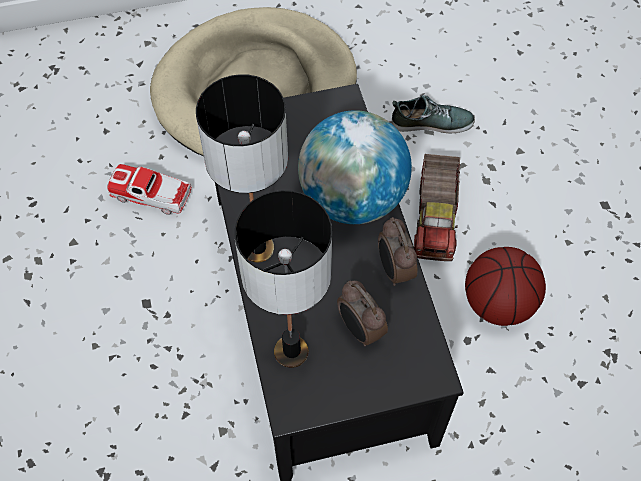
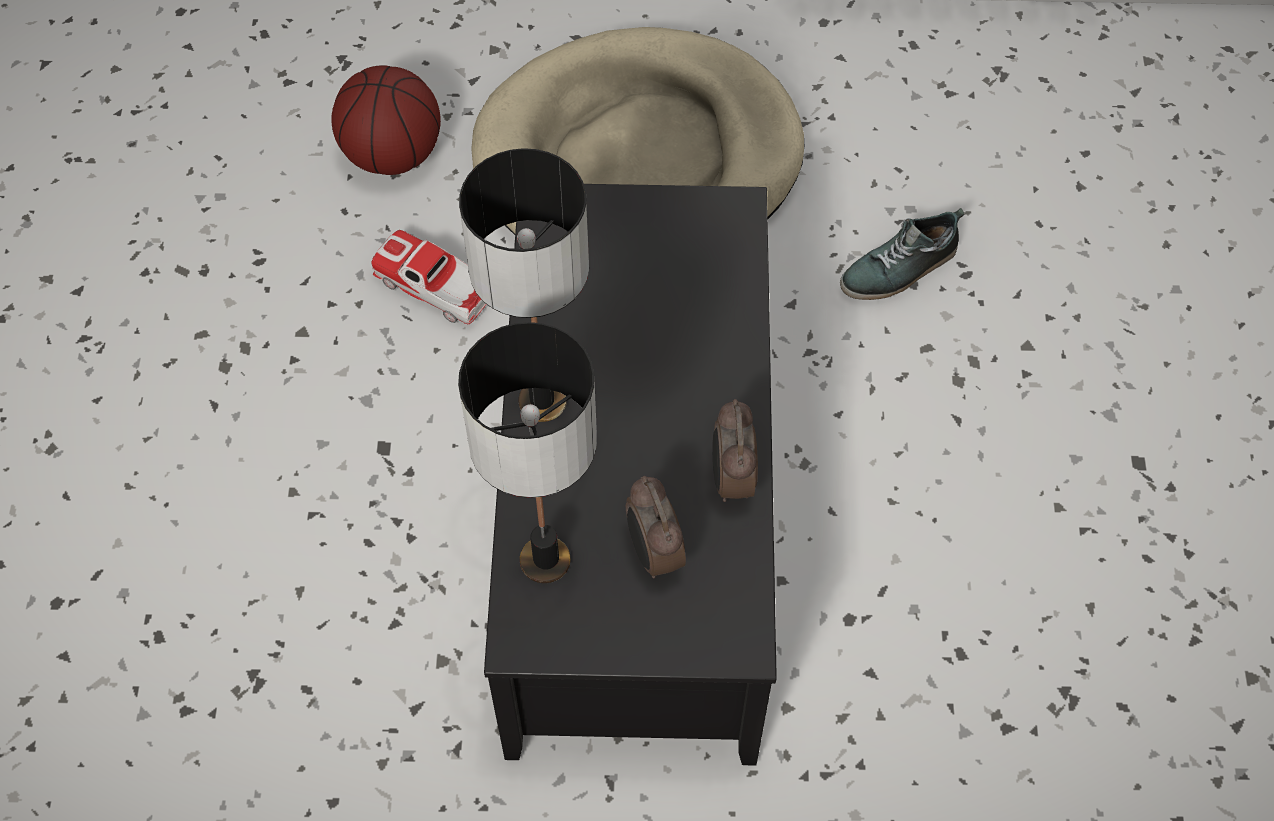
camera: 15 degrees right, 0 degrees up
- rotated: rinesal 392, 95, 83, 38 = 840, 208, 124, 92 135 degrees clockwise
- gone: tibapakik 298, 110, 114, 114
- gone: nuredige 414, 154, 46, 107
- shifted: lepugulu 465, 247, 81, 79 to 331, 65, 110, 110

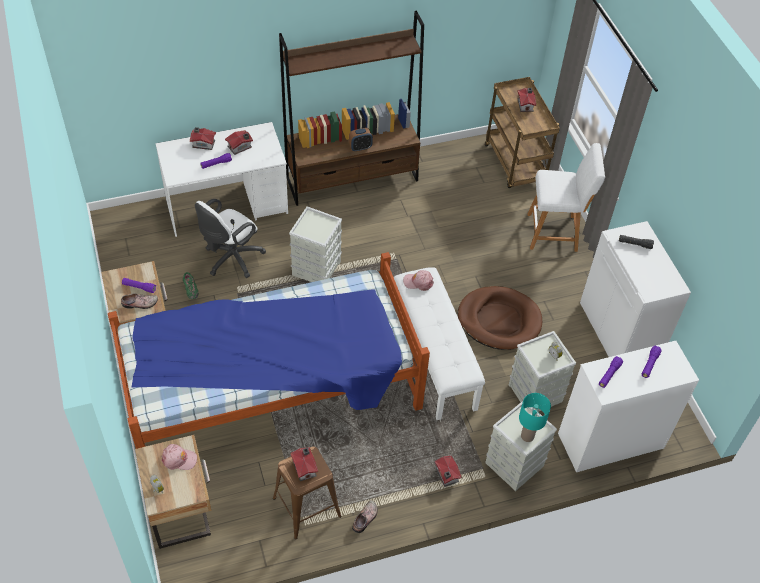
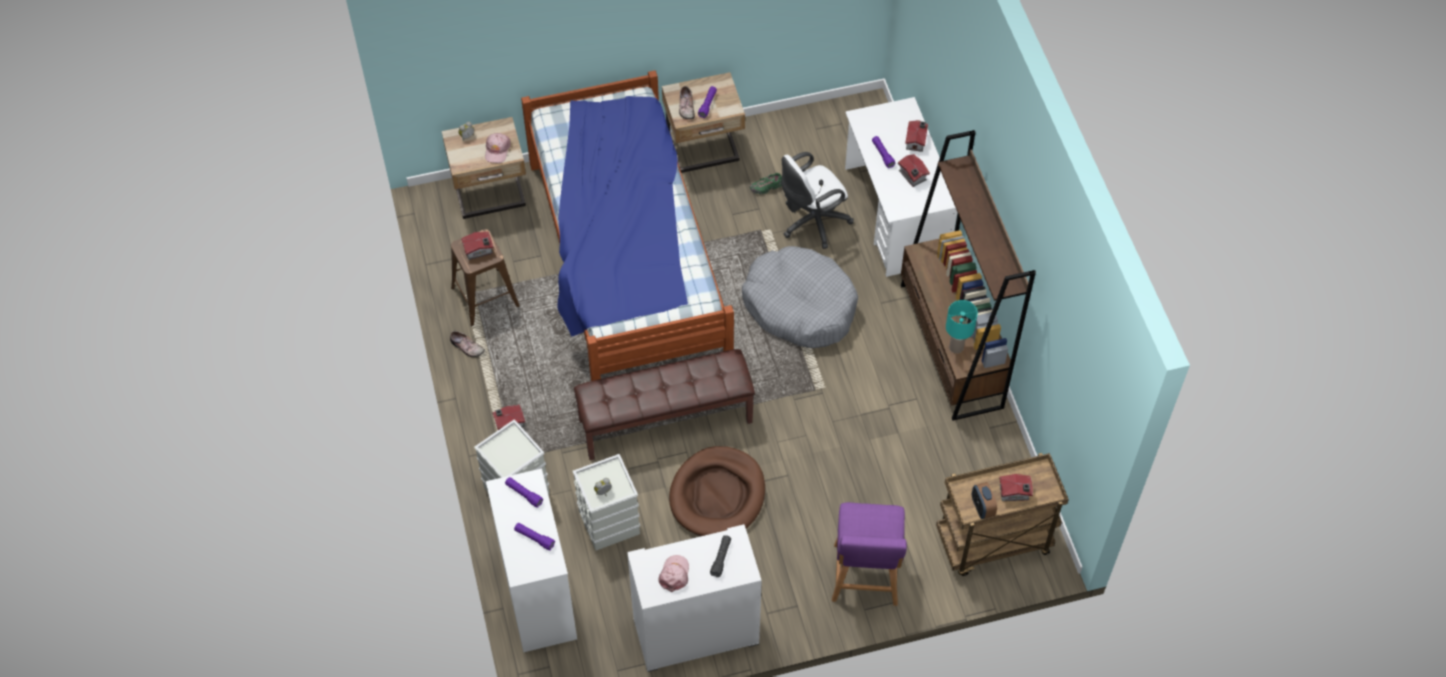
camera: 95 degrees right, 5 degrees up
- shifted: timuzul 349, 128, 24, 24 to 972, 482, 25, 37
- repainted: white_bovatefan 527, 143, 78, 109 to purple_bovatefan 832, 502, 75, 104
- rotated: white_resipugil 195, 199, 71, 79 = 782, 152, 72, 97 75 degrees counterclockwise
- swapped: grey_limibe 289, 206, 53, 76 to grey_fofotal 742, 246, 116, 102
- repainted: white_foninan 394, 267, 91, 153 to brown_foninan 574, 349, 181, 111
- shifted: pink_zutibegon 403, 270, 31, 21 to 658, 555, 31, 37
- shifted: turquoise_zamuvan 519, 393, 32, 49 to 946, 300, 32, 53

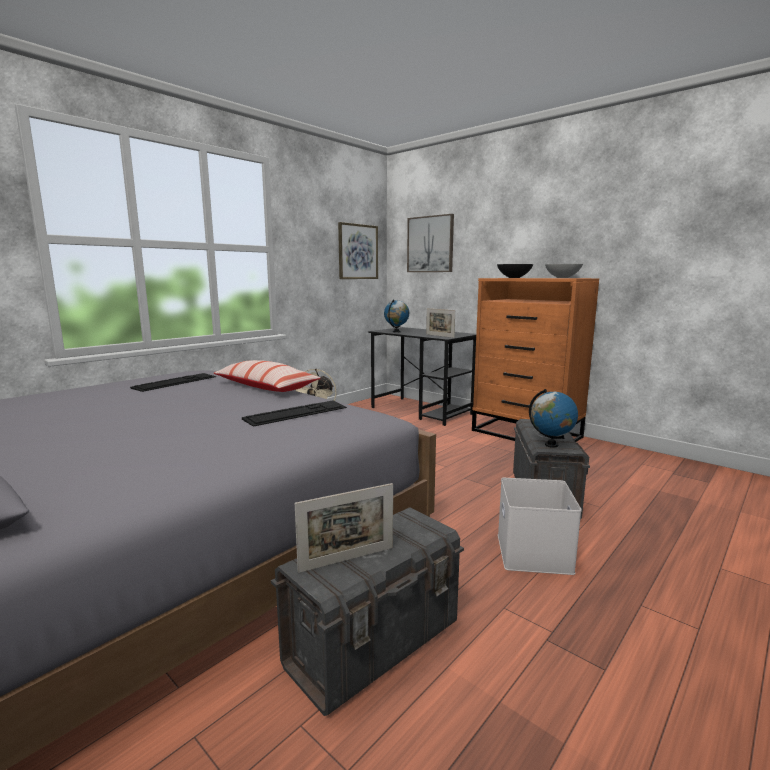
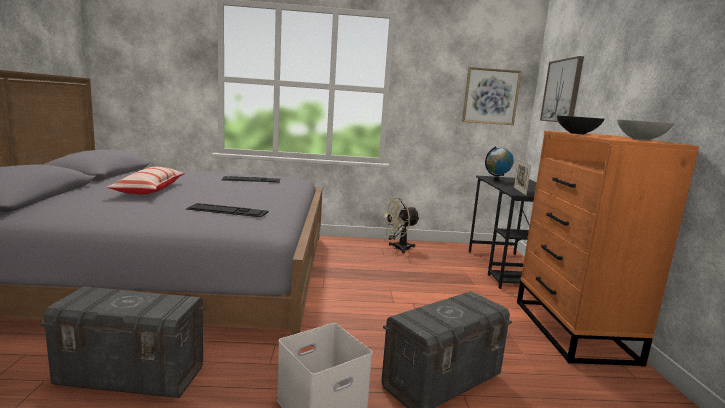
camera: 45 degrees right, 0 degrees up
- shifted: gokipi 214, 360, 107, 32 to 106, 167, 79, 27
- gone: tibapakik 529, 389, 49, 59
- gone: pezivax 295, 483, 98, 90

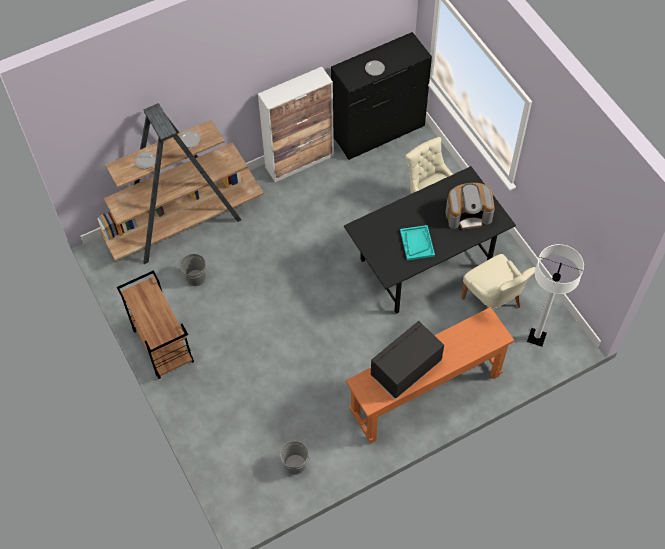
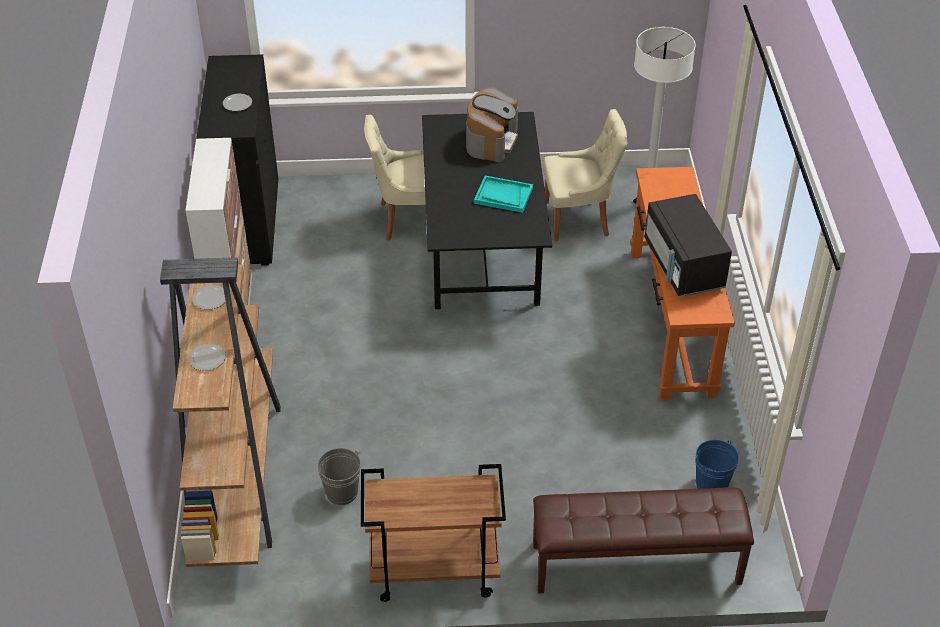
camera: 65 degrees left, 15 degrees down
- repainted: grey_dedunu 278, 441, 32, 34 to blue_dedunu 695, 440, 44, 49
- new: brown_foninan 533, 487, 221, 106

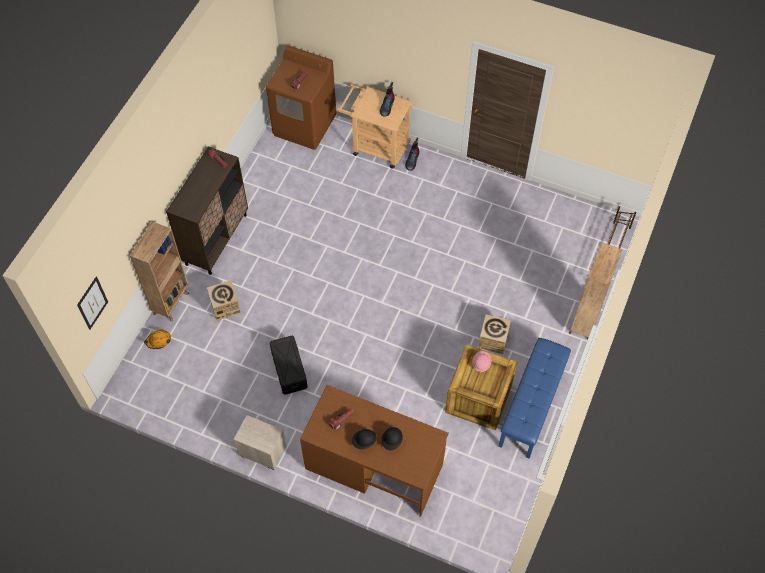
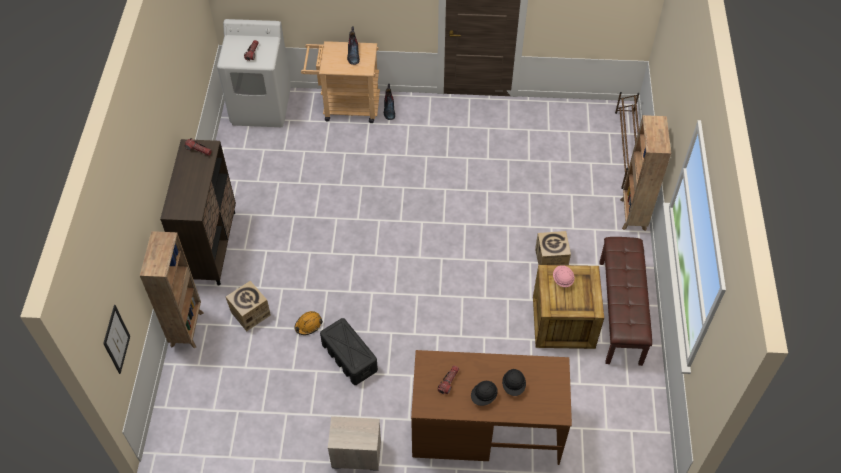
camera: 20 degrees left, 5 degrees down
- repainted: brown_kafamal 266, 45, 70, 105 to white_kafamal 217, 19, 74, 108
- shifted: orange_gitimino 144, 330, 27, 19 to 295, 311, 28, 24
- repainted: blue_foninan 498, 338, 73, 121 to brown_foninan 599, 237, 53, 129

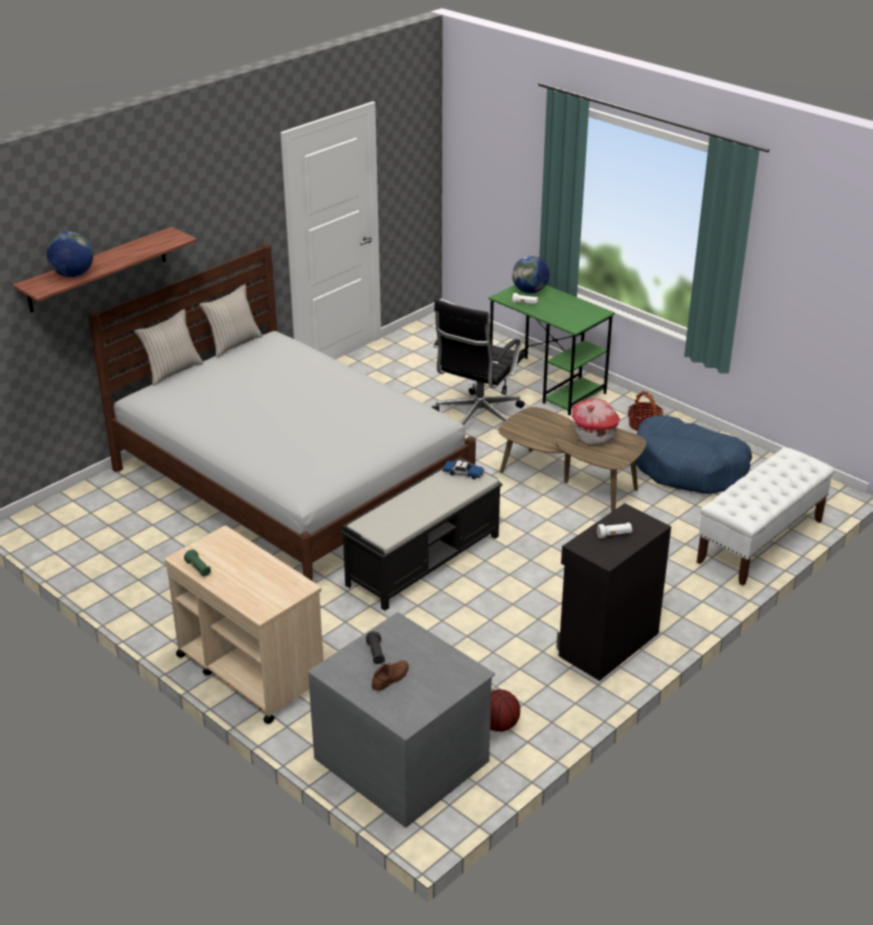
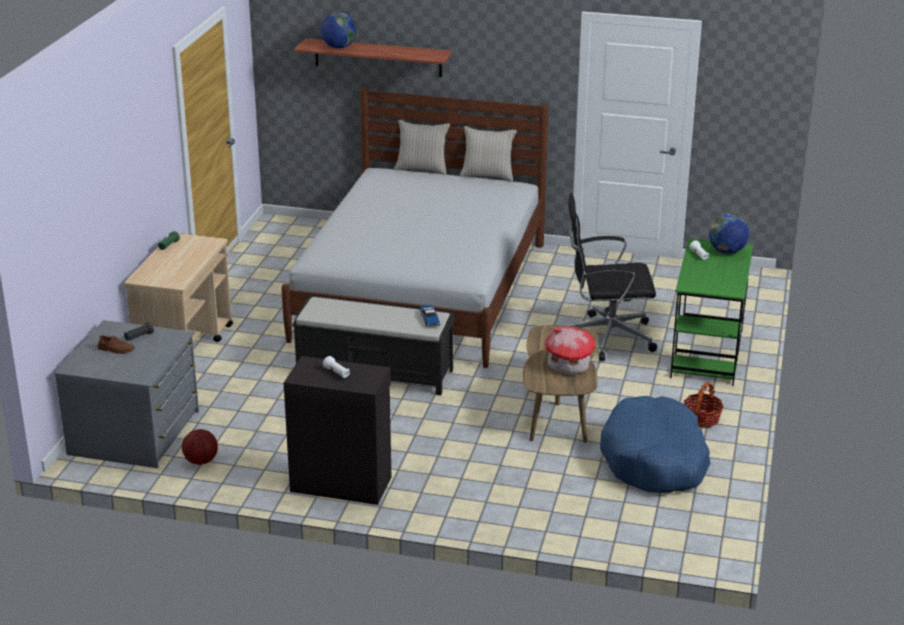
camera: 60 degrees right, 5 degrees down
- gone: white_foninan 697, 447, 138, 139

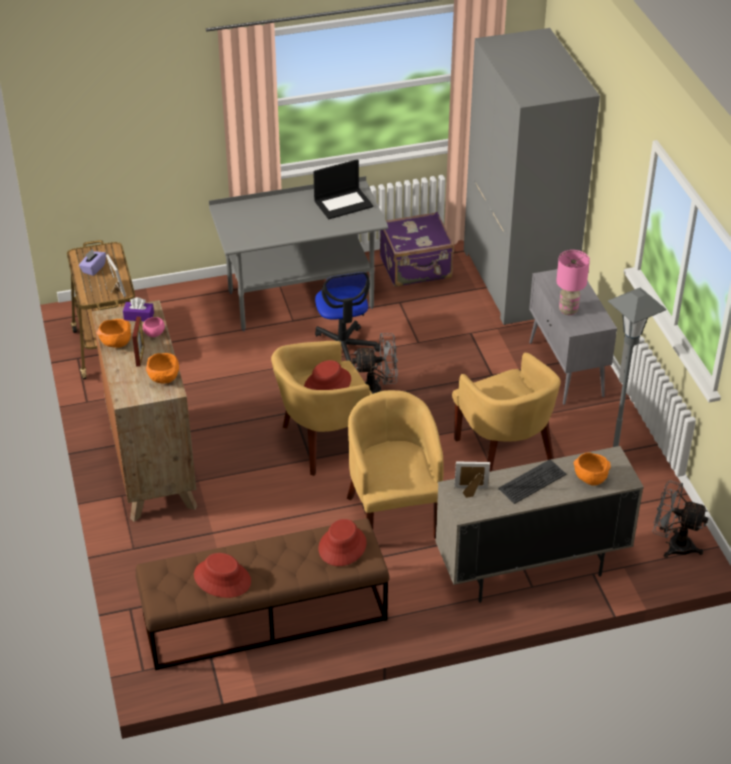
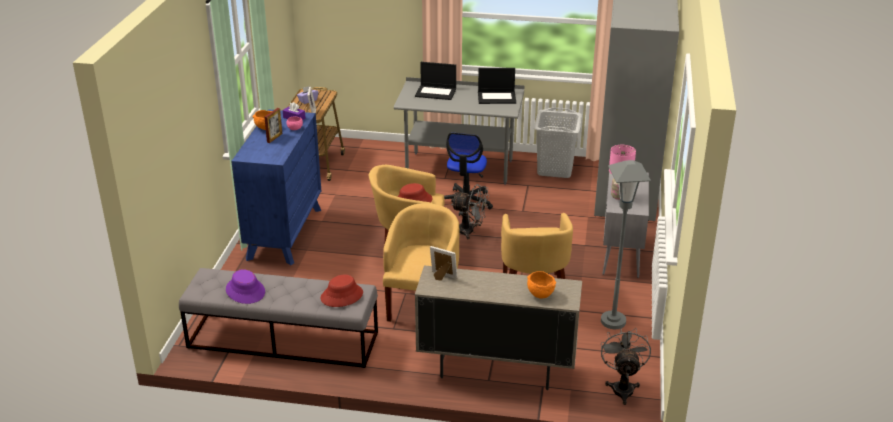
camera: 25 degrees right, 10 degrees down
- swapped: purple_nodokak 380, 212, 74, 75 to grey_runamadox 534, 107, 48, 71
- repainted: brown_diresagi 92, 300, 105, 222 to blue_diresagi 231, 109, 90, 156
- gone: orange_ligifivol 146, 353, 33, 31
- gone: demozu 498, 459, 68, 45
- rotated: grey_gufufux 653, 480, 56, 78 = 601, 327, 50, 78 45 degrees clockwise
- repainted: brown_foninan 136, 518, 253, 152 to grey_foninan 179, 268, 199, 100
- repainted: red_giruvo 194, 553, 57, 45 to purple_giruvo 226, 269, 39, 35
- new: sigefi 415, 62, 41, 38

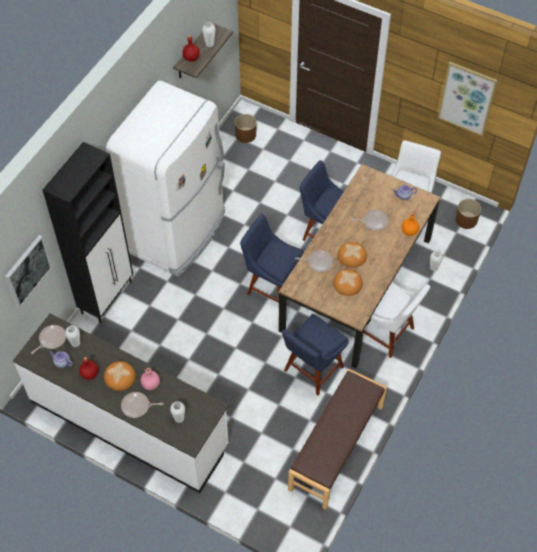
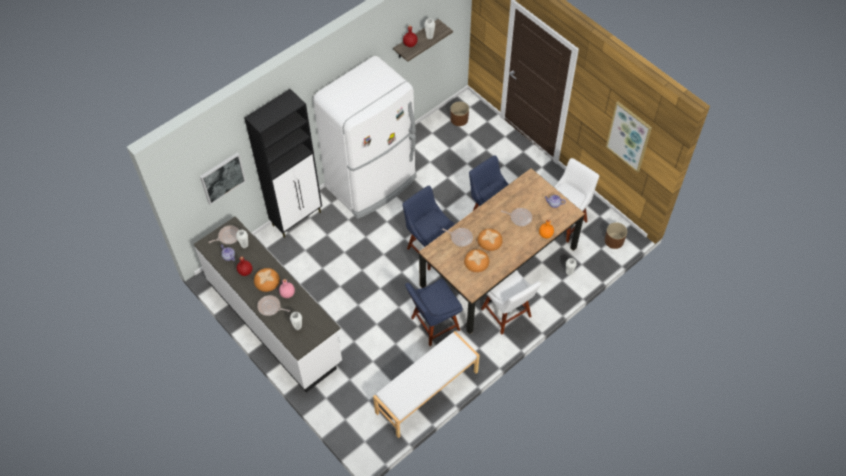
camera: 20 degrees right, 0 degrees up
- repainted: brown_foninan 288, 369, 99, 141 to white_foninan 373, 331, 107, 107

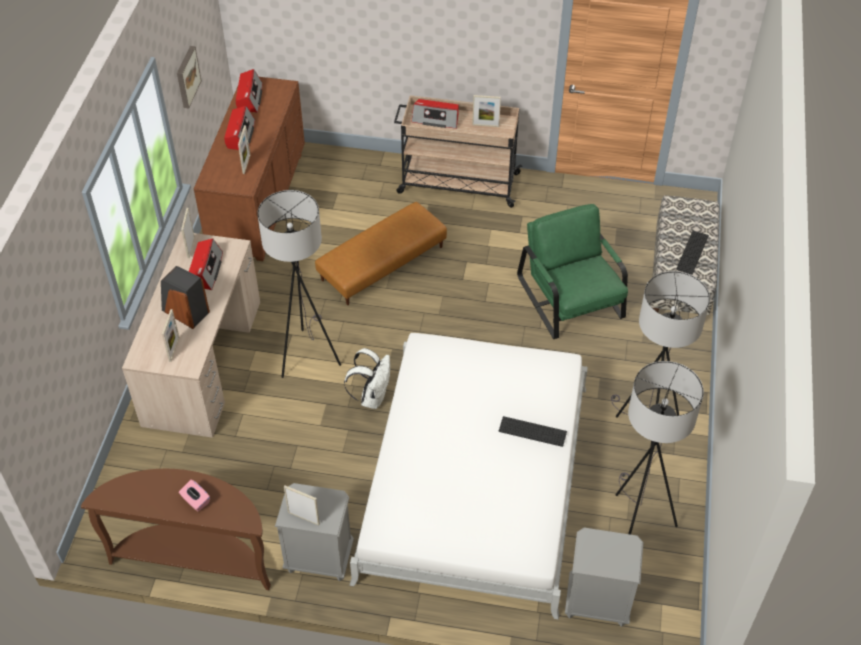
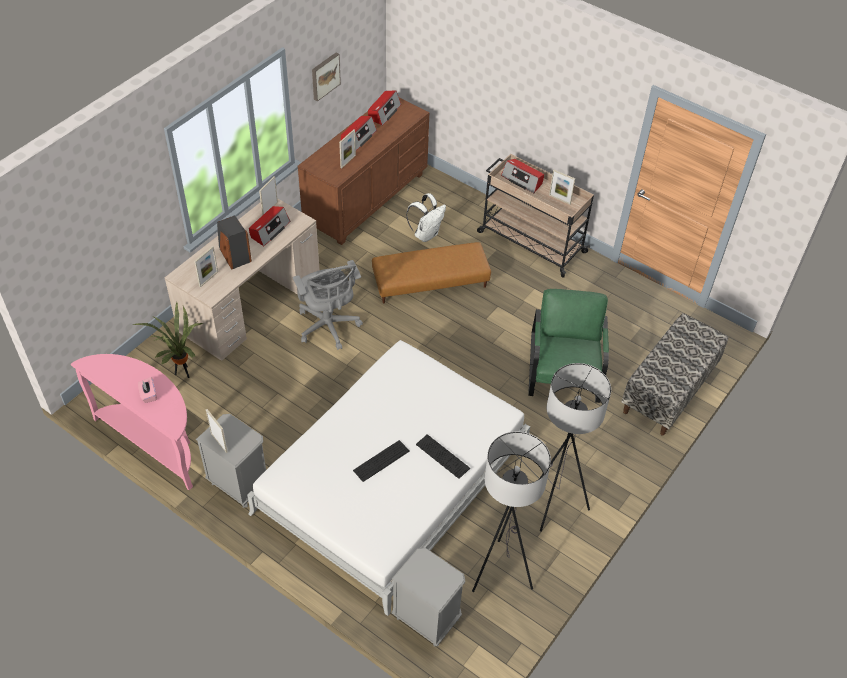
camera: 25 degrees right, 0 degrees up
- swapped: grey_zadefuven 257, 190, 84, 188 to grey_resipugil 293, 260, 70, 90
- shifted: demozu 676, 231, 33, 44 to 353, 440, 57, 42
- shifted: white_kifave 344, 348, 46, 61 to 406, 193, 40, 49
- repainted: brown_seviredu 81, 469, 190, 121 to pink_seviredu 71, 354, 122, 136
- new: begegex 133, 302, 70, 76

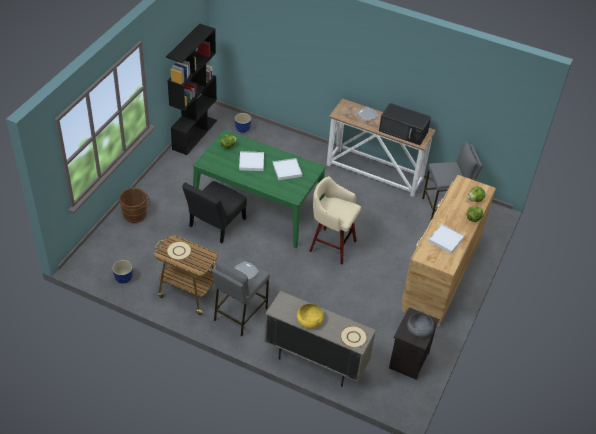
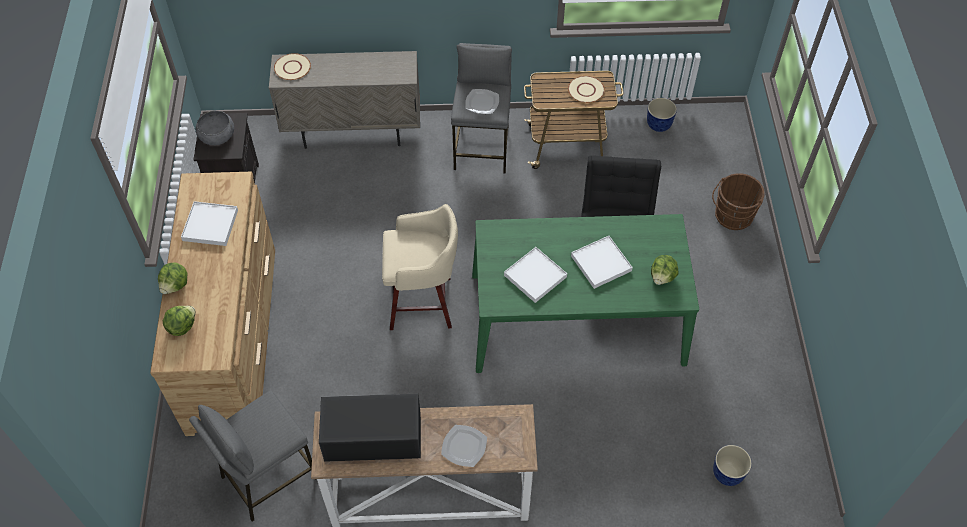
camera: 155 degrees right, 10 degrees up
- gone: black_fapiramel 166, 24, 51, 131
- gone: yellow_ligifivol 297, 304, 27, 25

